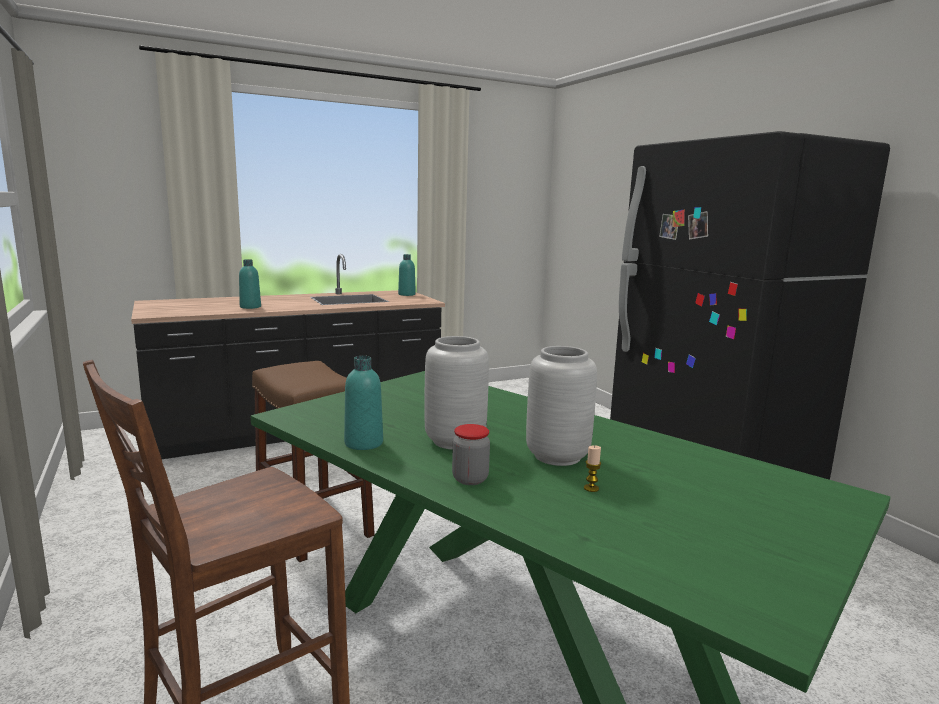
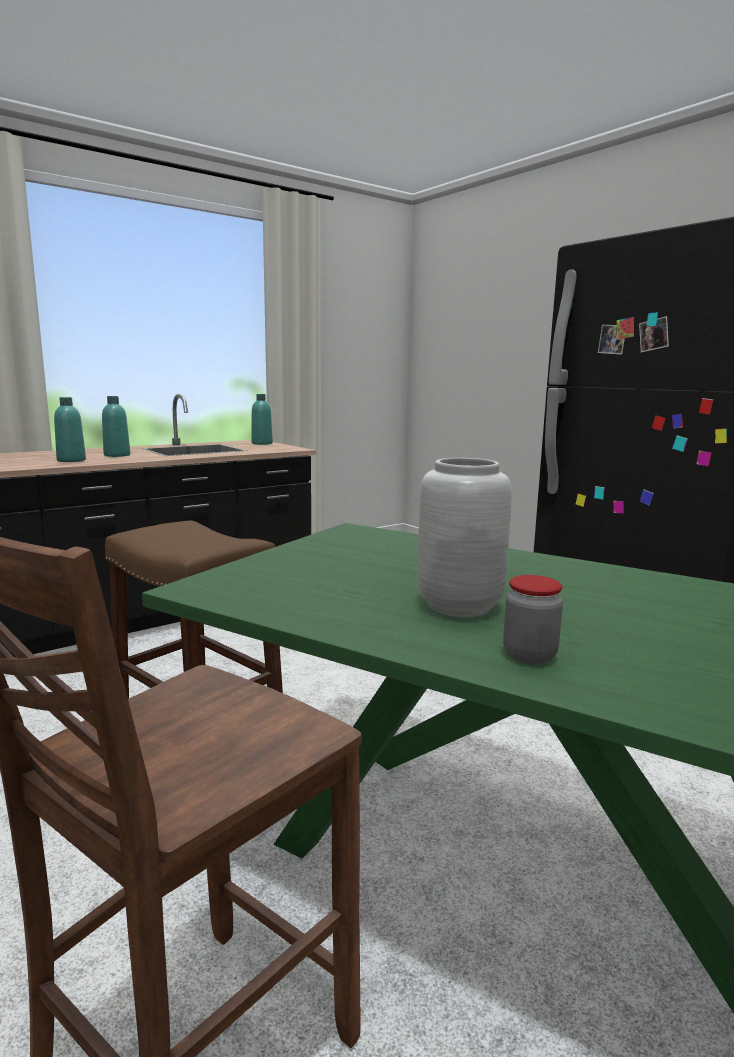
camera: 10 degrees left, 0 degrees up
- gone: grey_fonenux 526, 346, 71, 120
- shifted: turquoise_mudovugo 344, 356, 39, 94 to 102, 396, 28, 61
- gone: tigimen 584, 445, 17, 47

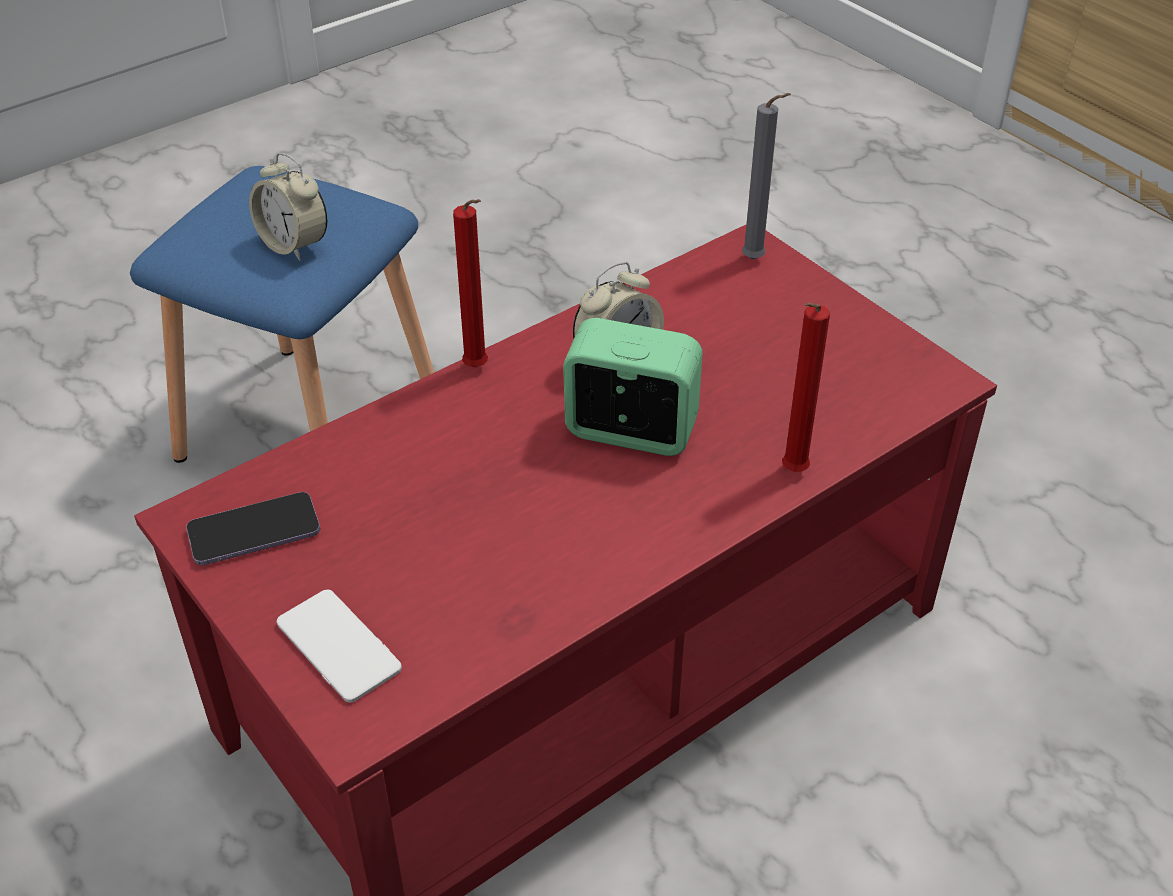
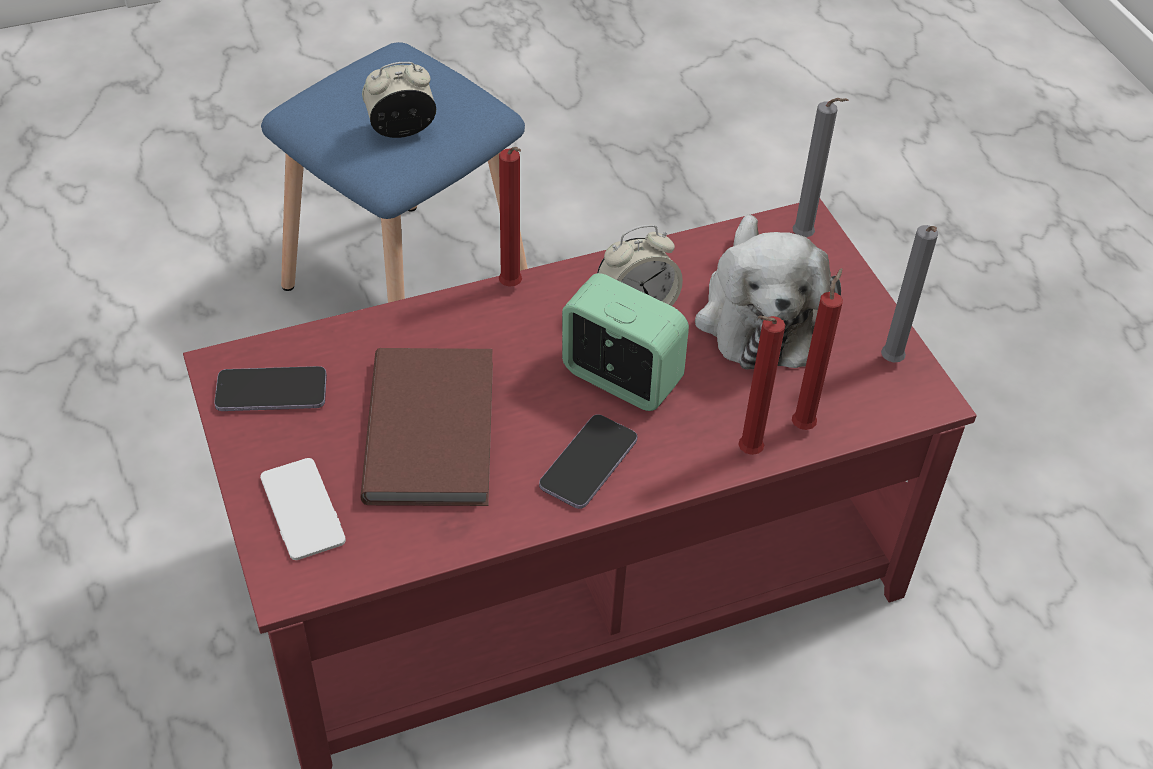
camera: 15 degrees right, 5 degrees up
- rotated: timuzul 249, 153, 78, 108 = 362, 62, 74, 76 105 degrees clockwise
- new: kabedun 695, 214, 146, 156
- new: grey_tigimen 881, 225, 57, 137
- new: red_tigimen 792, 268, 51, 162
- new: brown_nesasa 360, 348, 133, 158
- new: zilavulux 539, 414, 98, 95

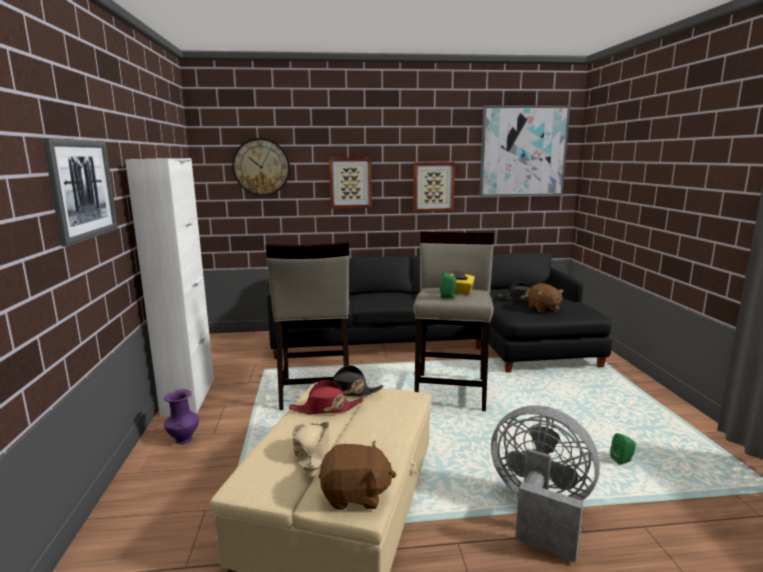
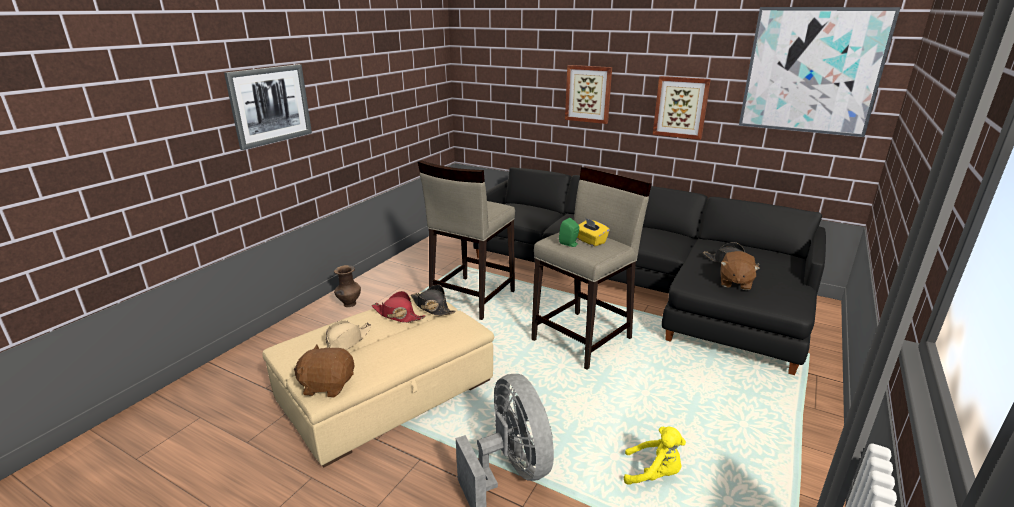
camera: 35 degrees right, 10 degrees up
- gone: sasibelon 232, 138, 58, 58
- gone: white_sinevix 125, 158, 89, 259
- repainted: purple_fonenux 164, 389, 35, 55 to brown_fonenux 334, 265, 27, 42
- swapped: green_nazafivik 610, 433, 26, 32 to yellow_kabedun 624, 427, 62, 58
- rotated: brown_kabedun 318, 441, 79, 69 = 294, 344, 60, 54 150 degrees clockwise

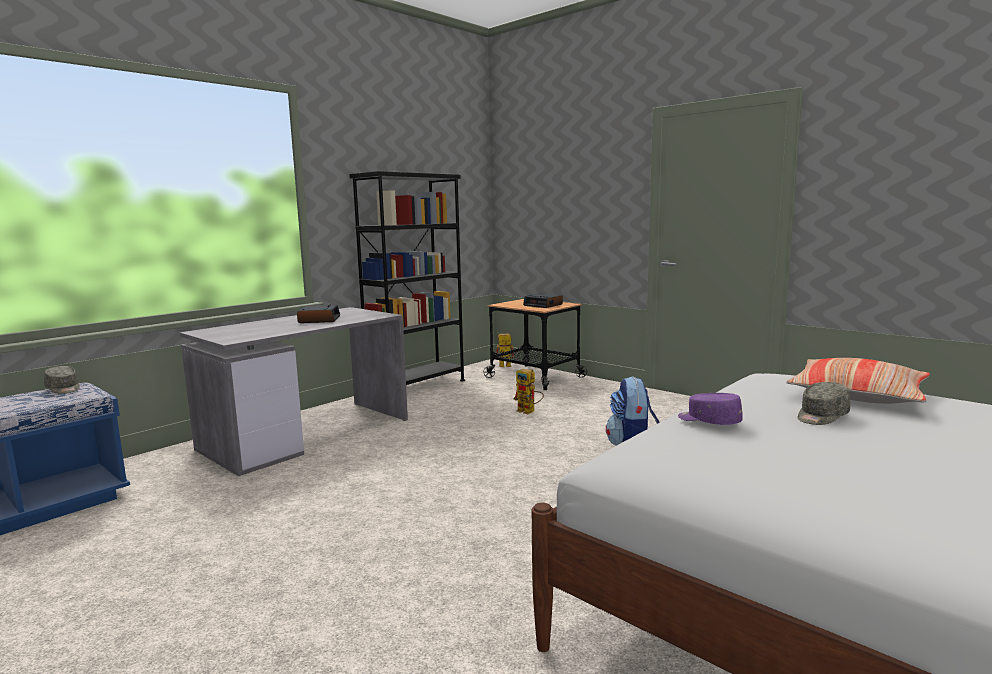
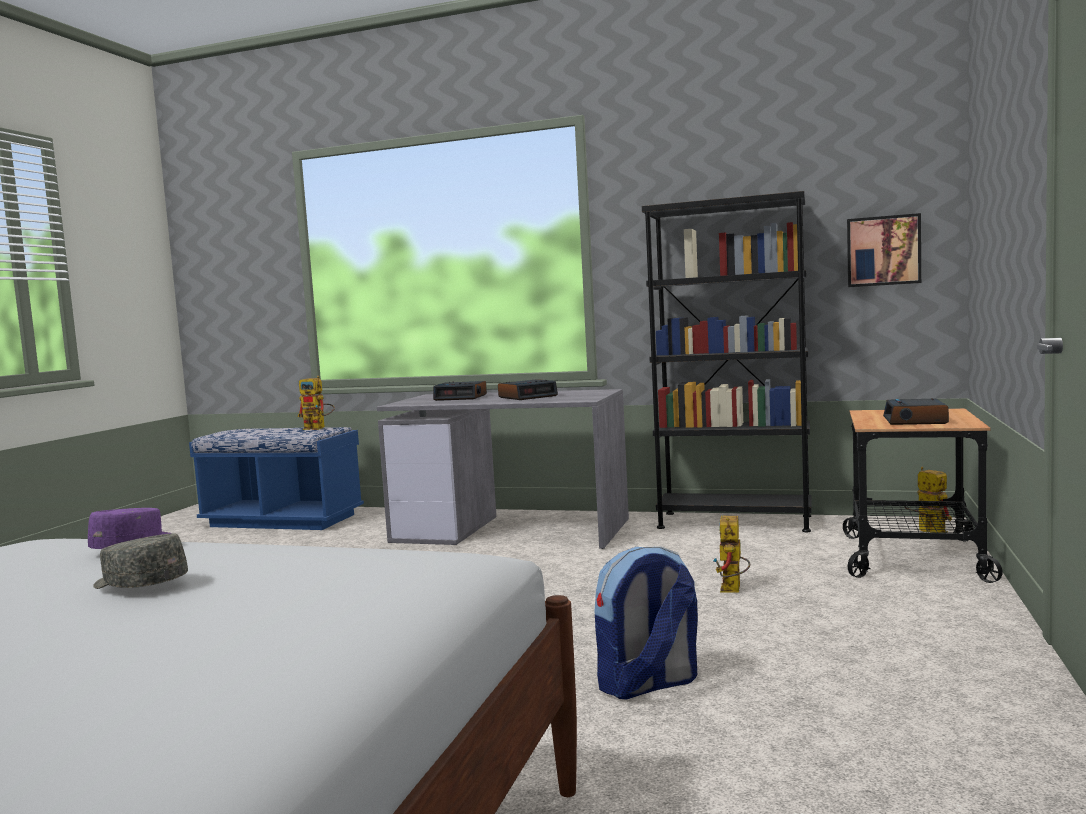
camera: 65 degrees right, 5 degrees down
- gone: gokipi 786, 358, 144, 46
- swapped: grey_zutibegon 44, 366, 36, 28 to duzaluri 298, 376, 37, 54
- new: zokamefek 847, 213, 74, 74
- new: timuzul 433, 381, 54, 20

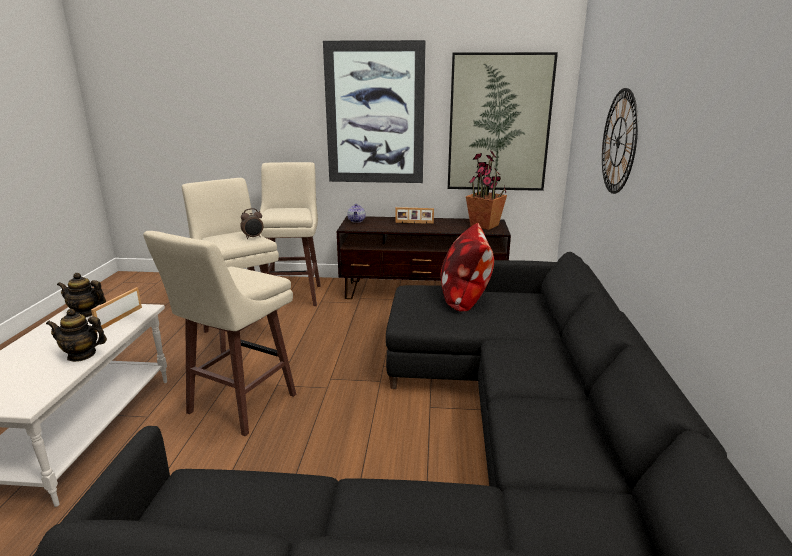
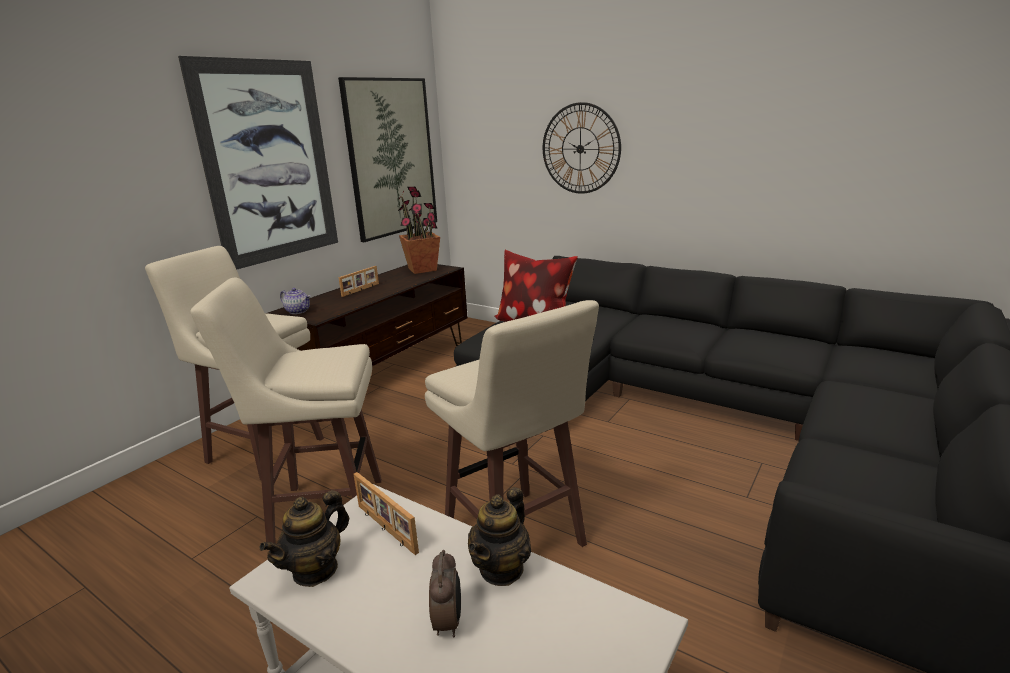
camera: 60 degrees left, 0 degrees up
- shifted: timuzul 240, 208, 23, 31 to 429, 550, 32, 87

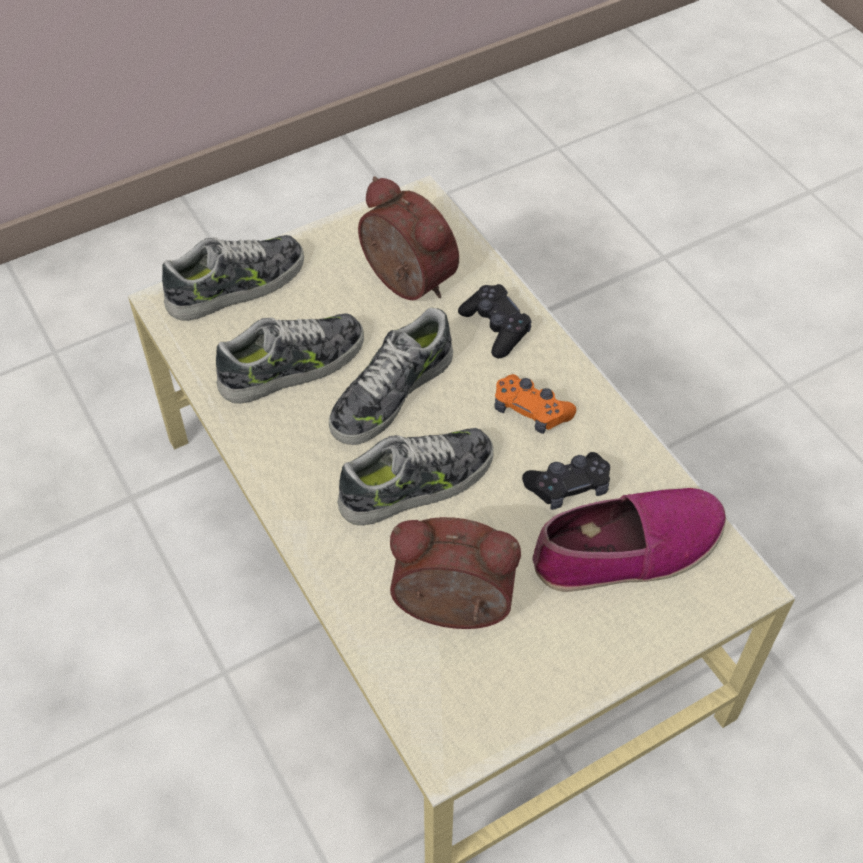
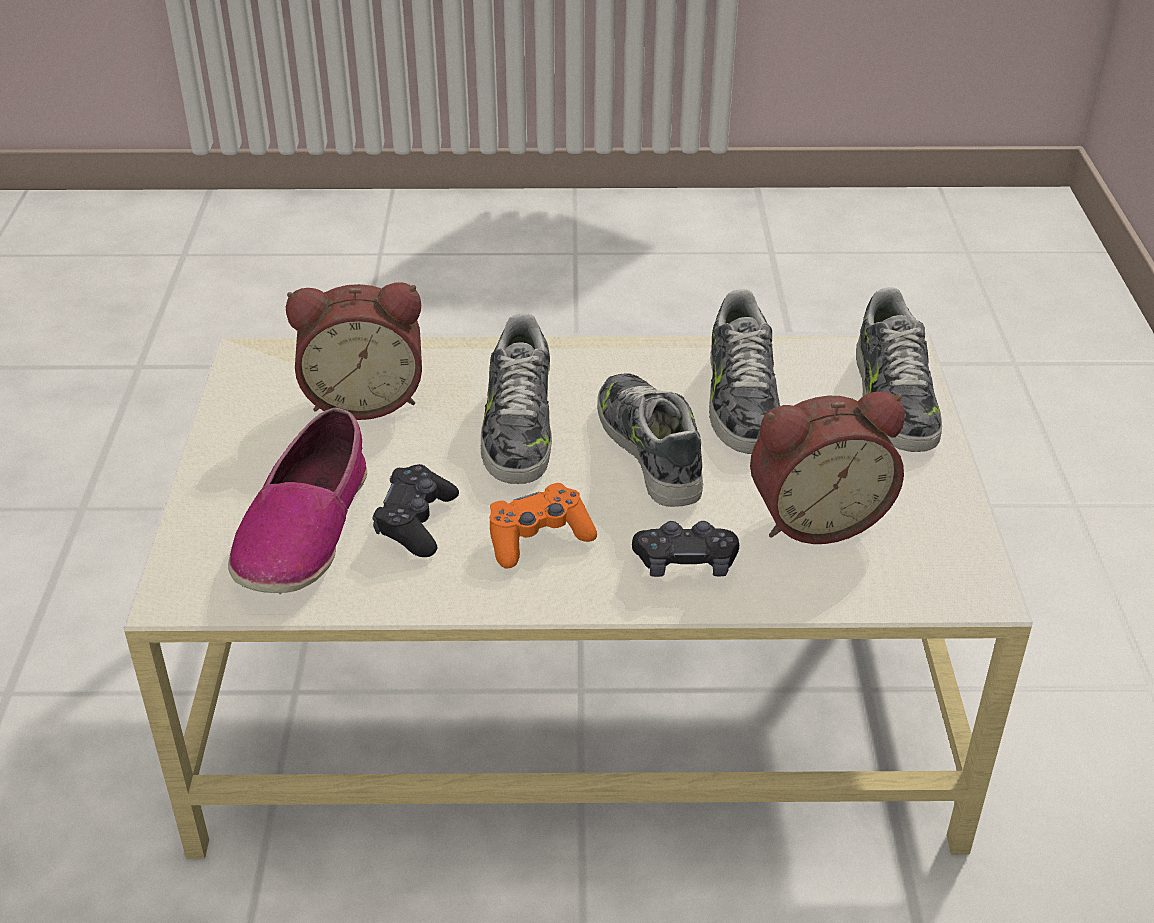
camera: 120 degrees right, 15 degrees down
- rotated: timuzul 390, 517, 131, 112 = 286, 282, 136, 138 45 degrees clockwise

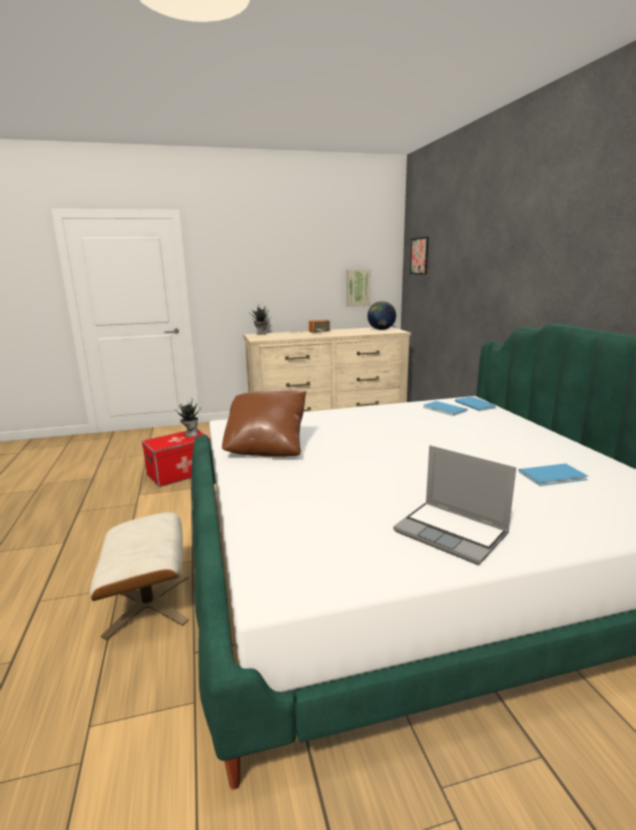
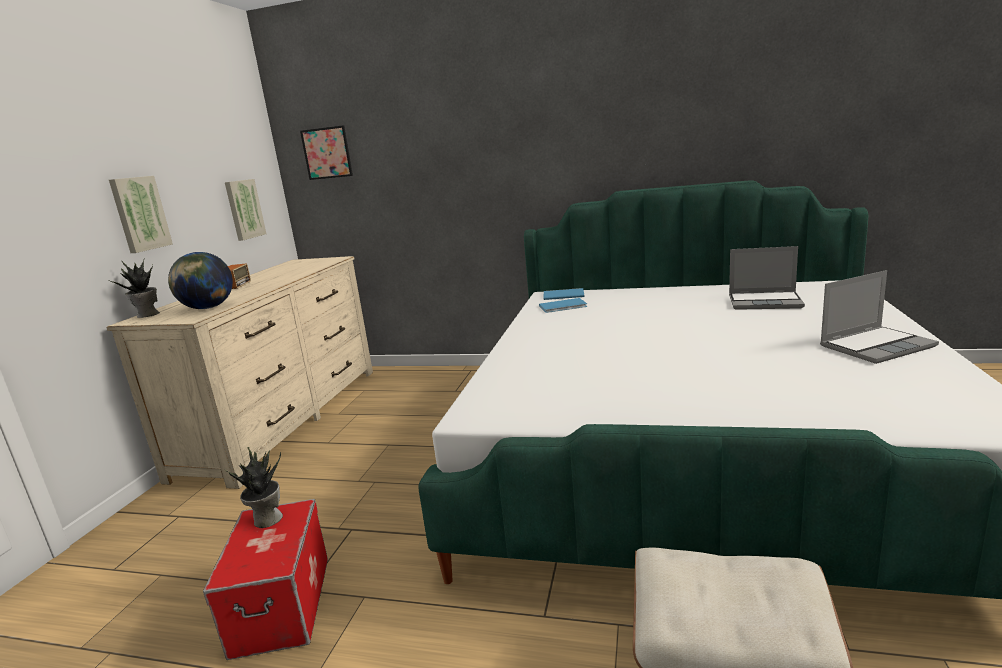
camera: 60 degrees left, 0 degrees up
- shifted: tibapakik 367, 301, 29, 29 to 168, 252, 65, 57
- gone: brown_gokipi 222, 390, 84, 67
- swapped: blue_nesasa 518, 463, 70, 23 to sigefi 729, 246, 76, 64
- new: zokamefek 109, 176, 64, 77

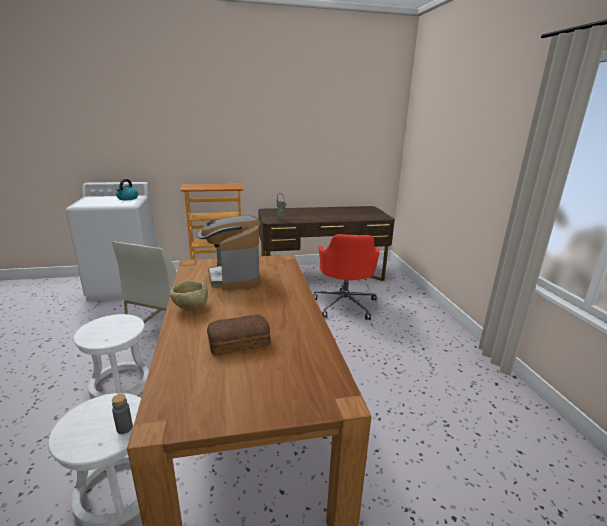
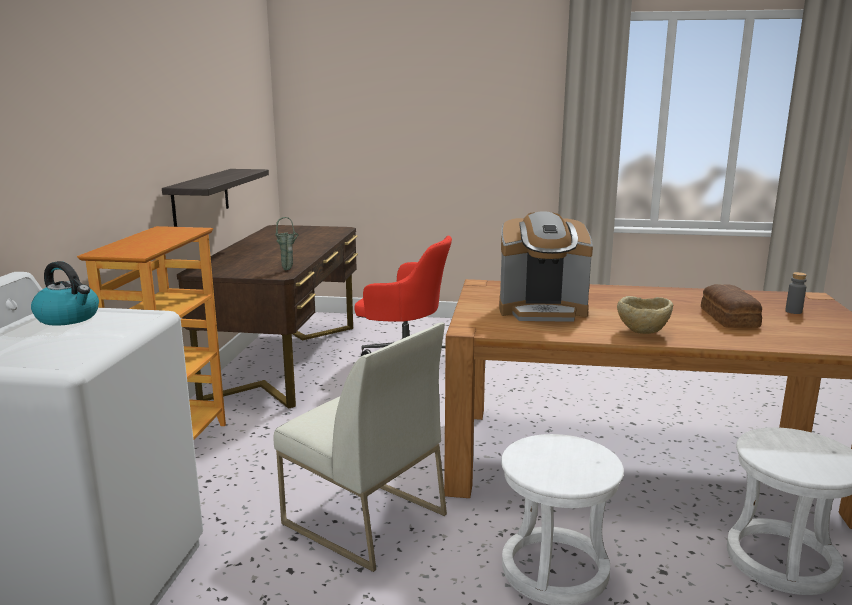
camera: 70 degrees left, 5 degrees down
- shifted: grey_mudovugo 112, 394, 21, 40 to 785, 272, 22, 42
- new: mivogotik 162, 169, 107, 58

